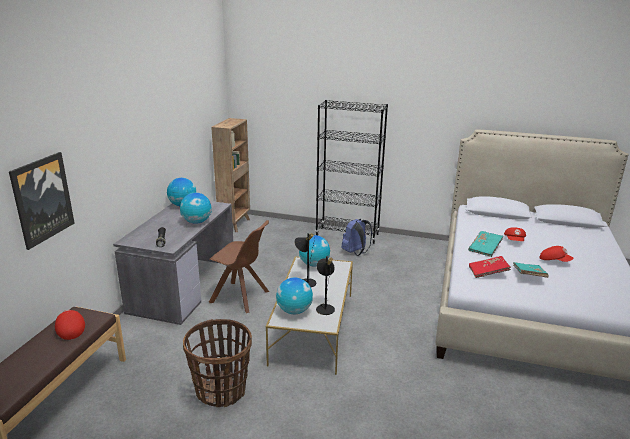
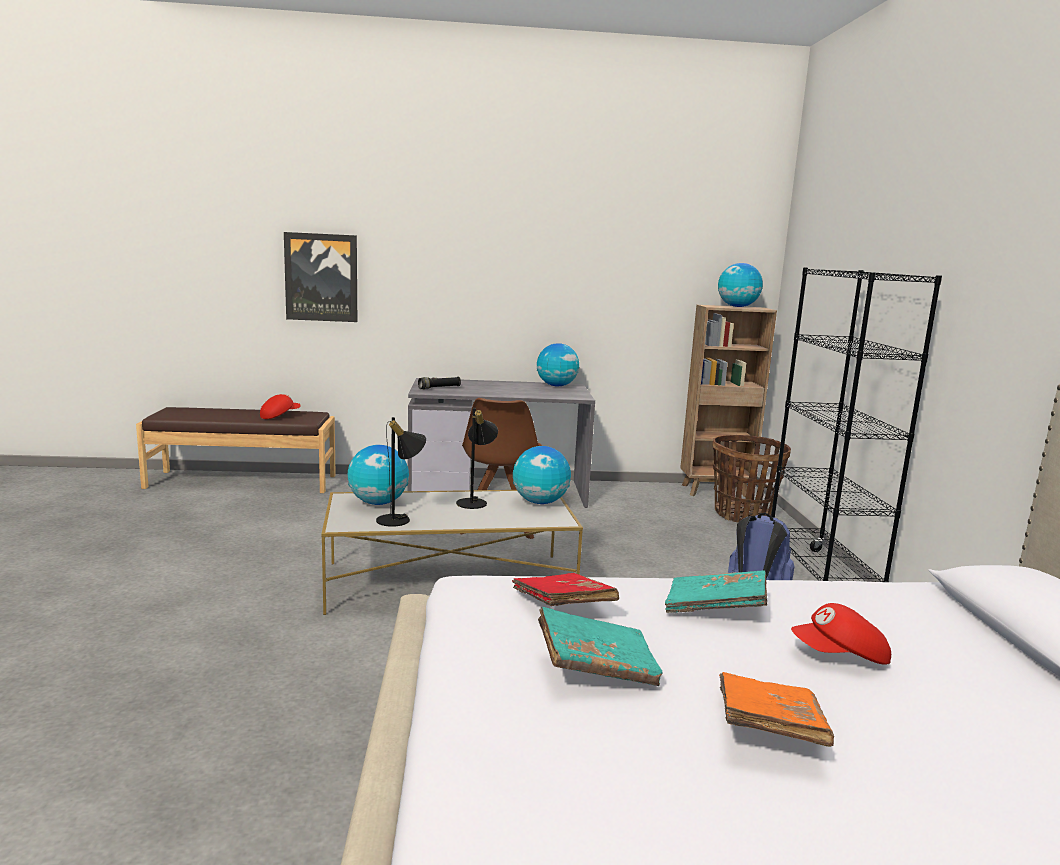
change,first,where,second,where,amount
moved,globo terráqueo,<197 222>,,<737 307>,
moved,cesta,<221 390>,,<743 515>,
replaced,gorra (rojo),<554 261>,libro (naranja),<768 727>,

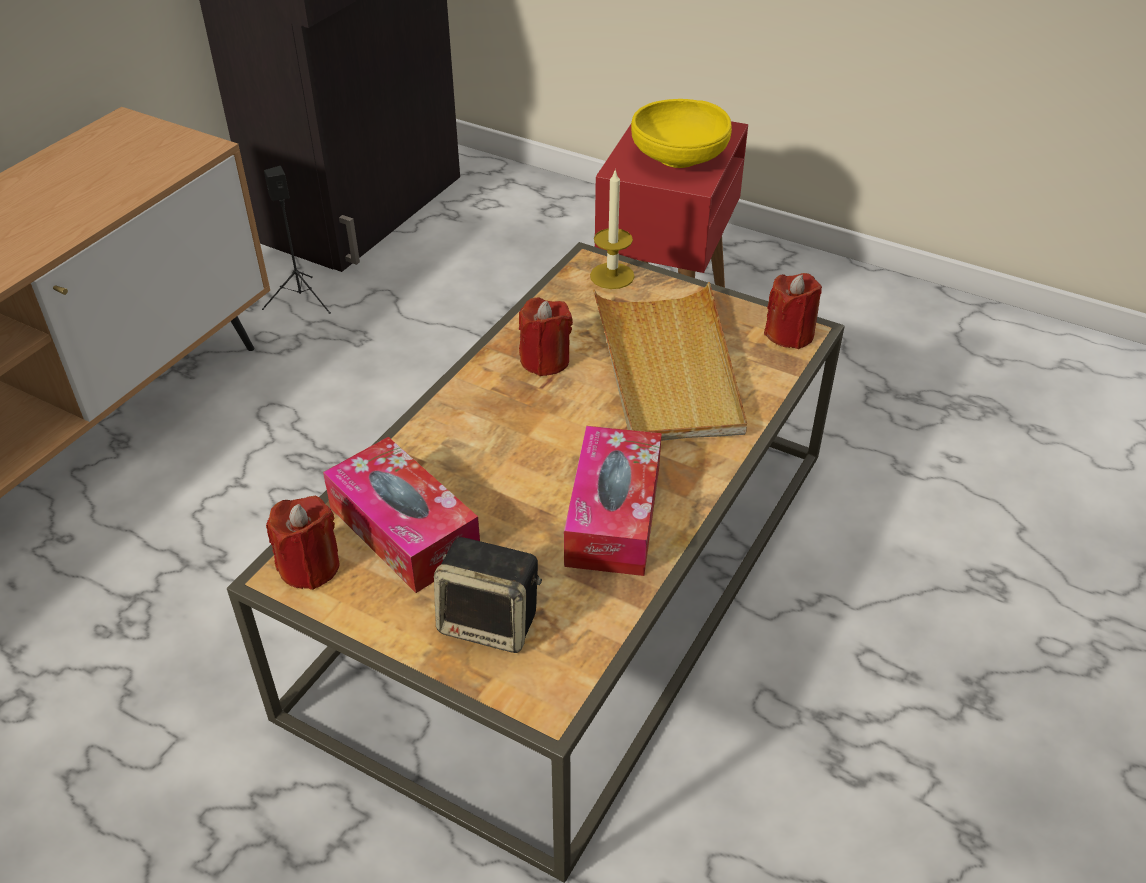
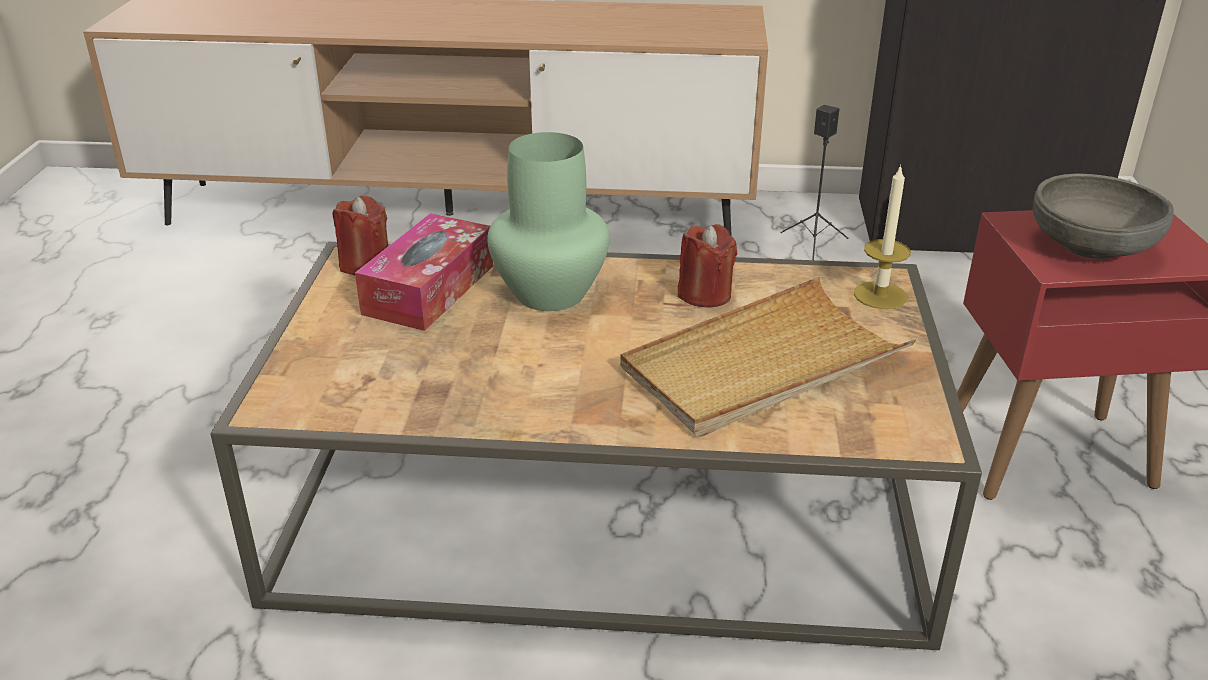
change,first,where,second,where,amount
removed,altavoz,<491 622>,,,
removed,caja de pañuelos,<613 515>,,,
removed,vela (rojo),<789 334>,,,
added,,,florero (verde),<548 293>,
recoloured,cuenco (amarillo),<679 158>,cuenco (gris),<1090 247>,

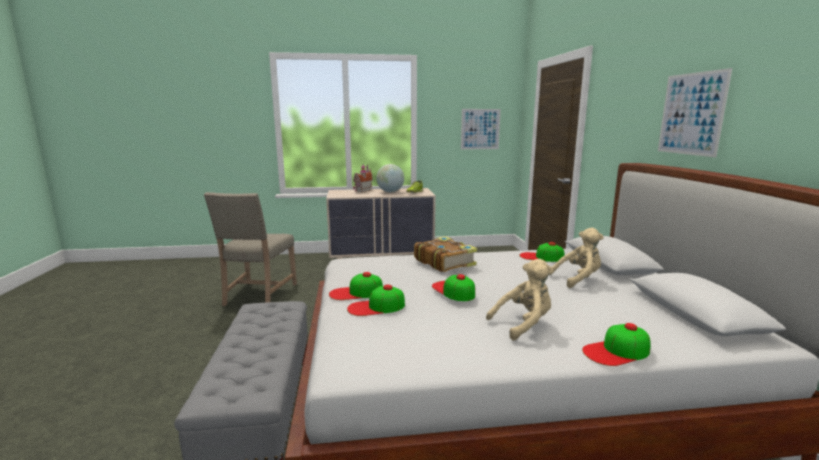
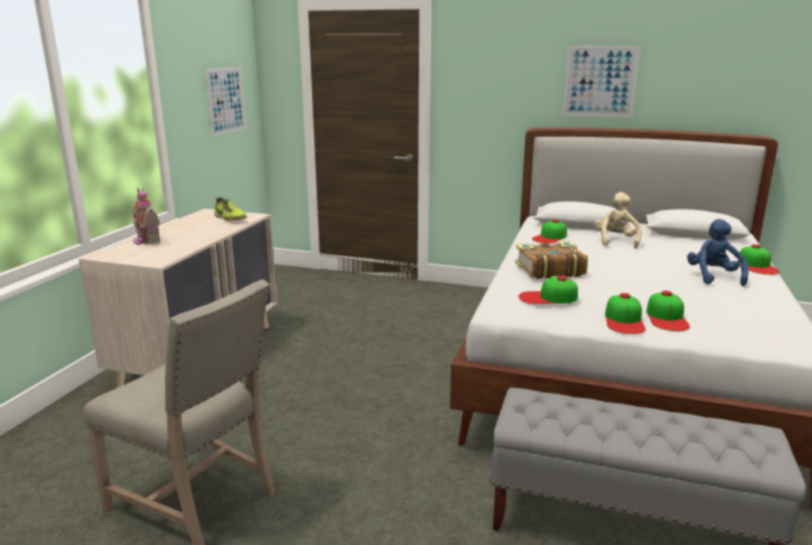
change,first,where,second,where,amount
removed,globo terráqueo,<390 192>,,,
moved,gorra,<453 290>,,<548 297>,
recoloured,peluche (beis),<523 324>,peluche (azul),<713 277>,

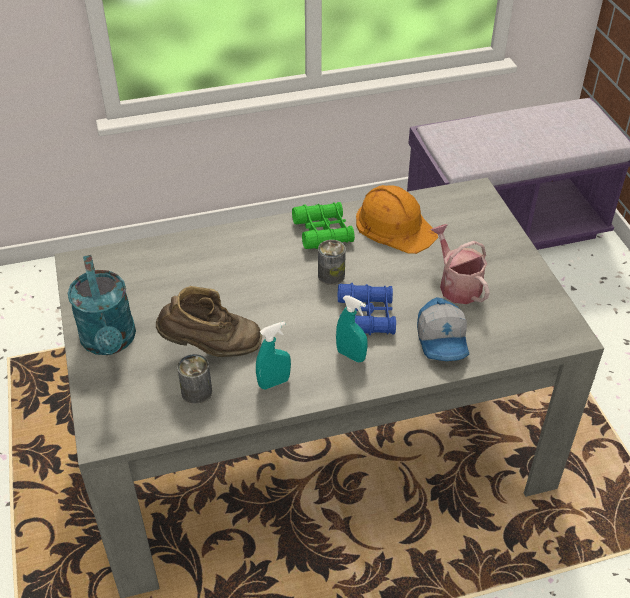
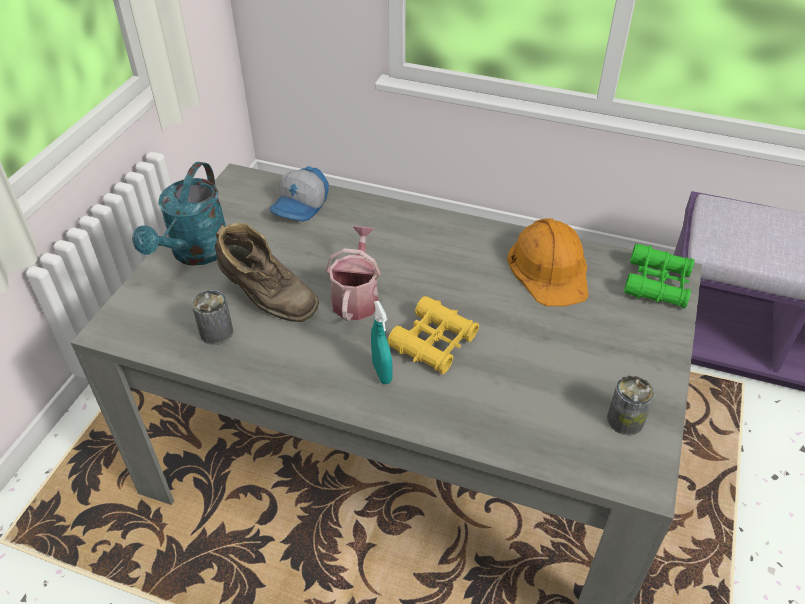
change,first,where,second,where,amount
removed,pulverizador (turquesa),<274 383>,,,
moved,prismáticos (verde),<323 232>,,<657 284>,
moved,lata,<331 275>,,<625 420>,
moved,gorra,<443 340>,,<301 206>,
moved,regadera,<457 285>,,<356 297>,
recoloured,prismáticos (azul),<366 316>,prismáticos (amarillo),<434 342>,

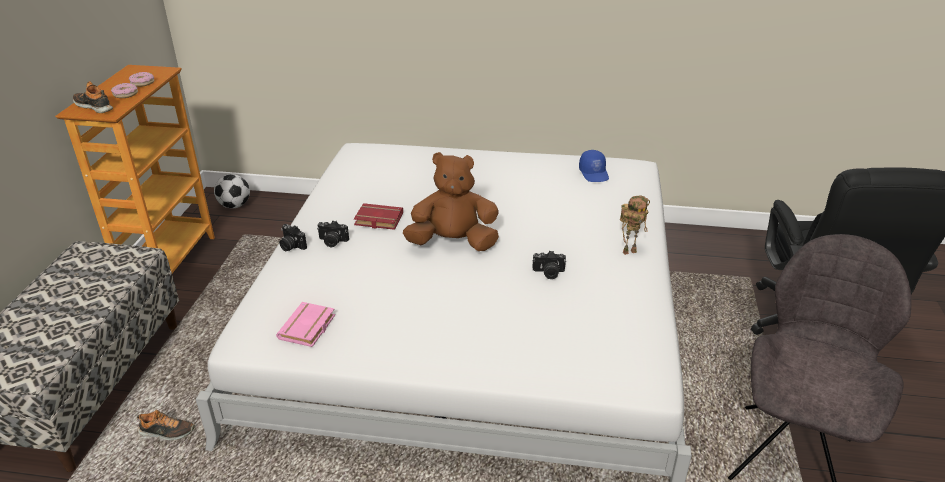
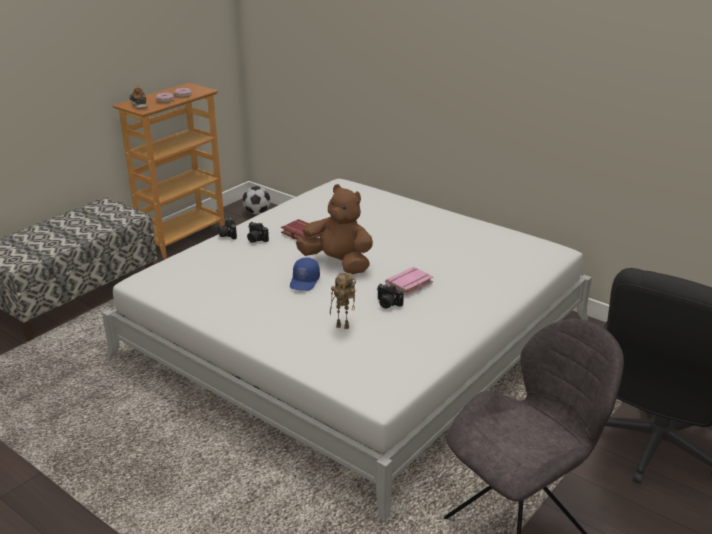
change,first,where,second,where,amount
removed,zapato,<166 432>,,,
moved,libro (rosa),<308 328>,,<409 285>,
moved,gorra (azul),<594 173>,,<305 281>,
moved,robot de juguete,<629 251>,,<344 326>,

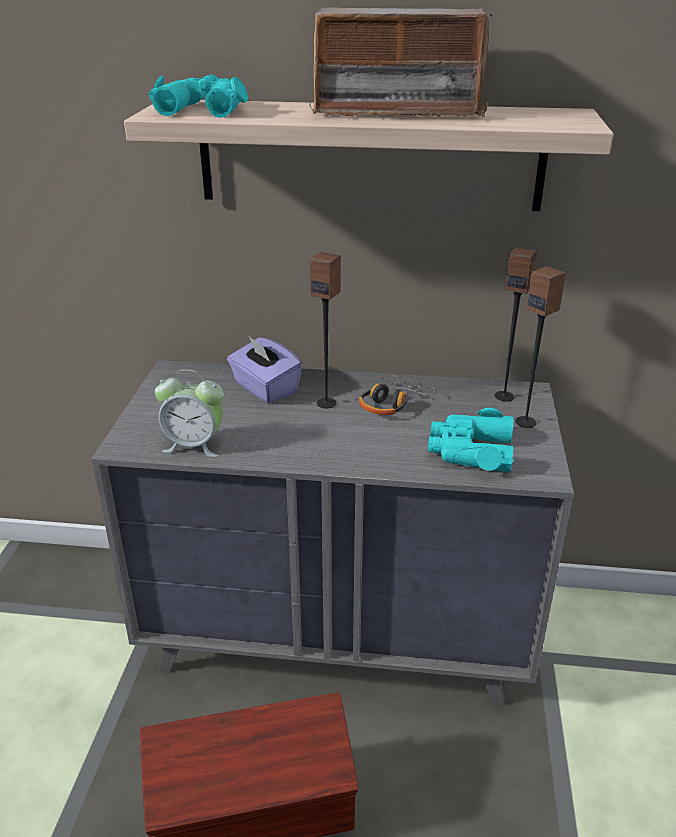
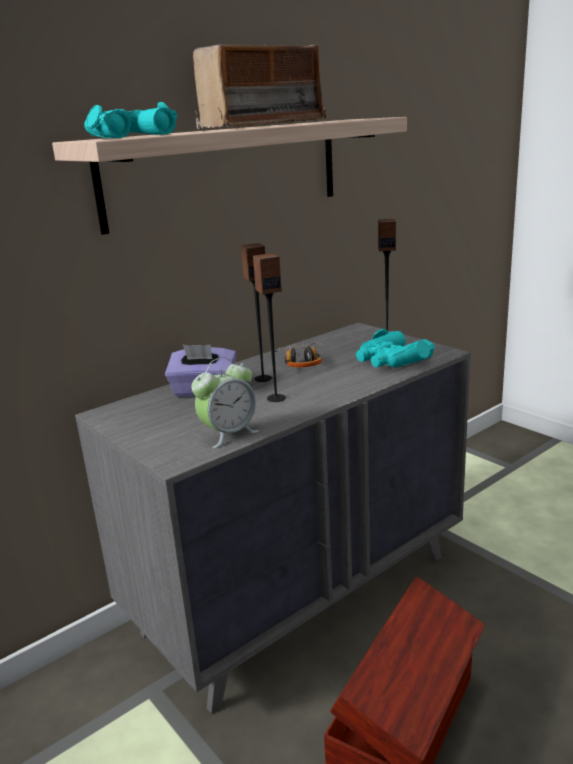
change,first,where,second,where,amount
moved,altavoz,<504 396>,,<276 398>,

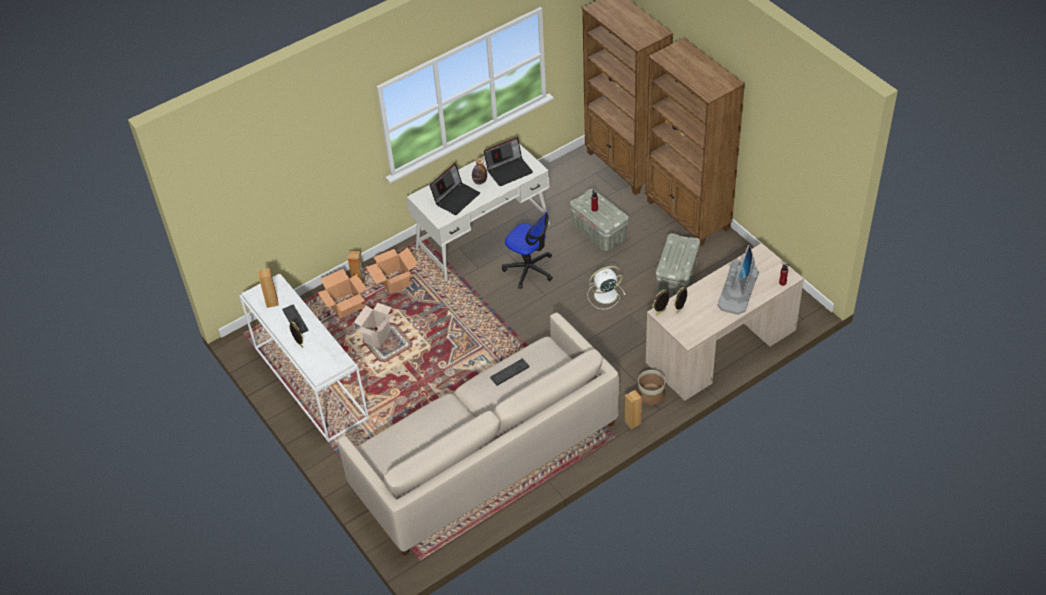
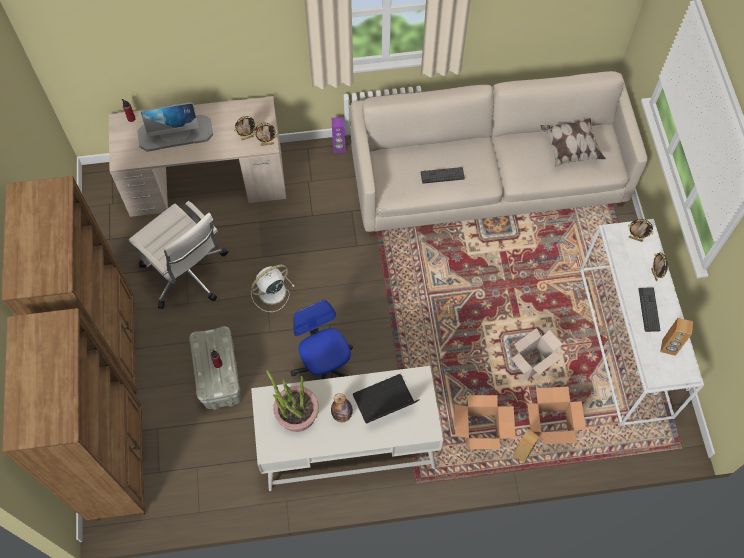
change,first,where,second,where,amount
removed,maceta,<651 394>,,,
added,,,cojín,<570 148>,
added,,,portarretratos,<635 238>,
replaced,portátil,<509 170>,planta en maceta,<296 413>,
replaced,caja de almacenaje (gris),<676 279>,silla de oficina (blanco),<187 274>,
recoloured,altavoz (marrón),<632 422>,altavoz (morado),<339 148>,
turned,ventilador (blanco),<604 295>,,<271 292>,135 degrees clockwise
turned,monitor,<738 288>,,<176 133>,150 degrees counterclockwise

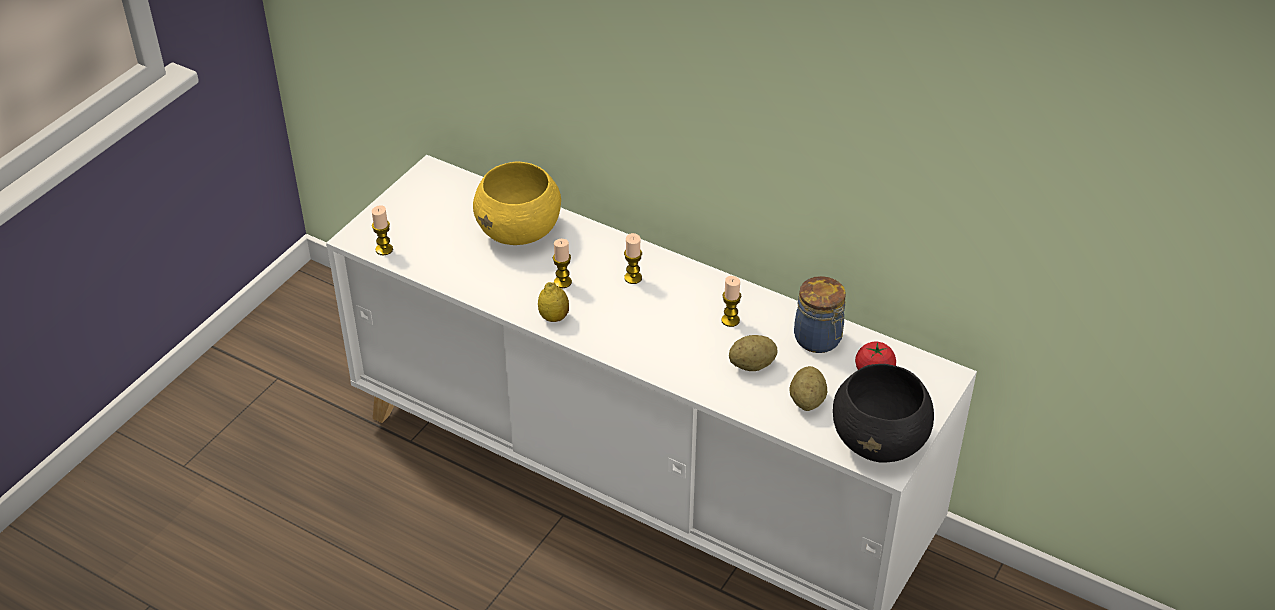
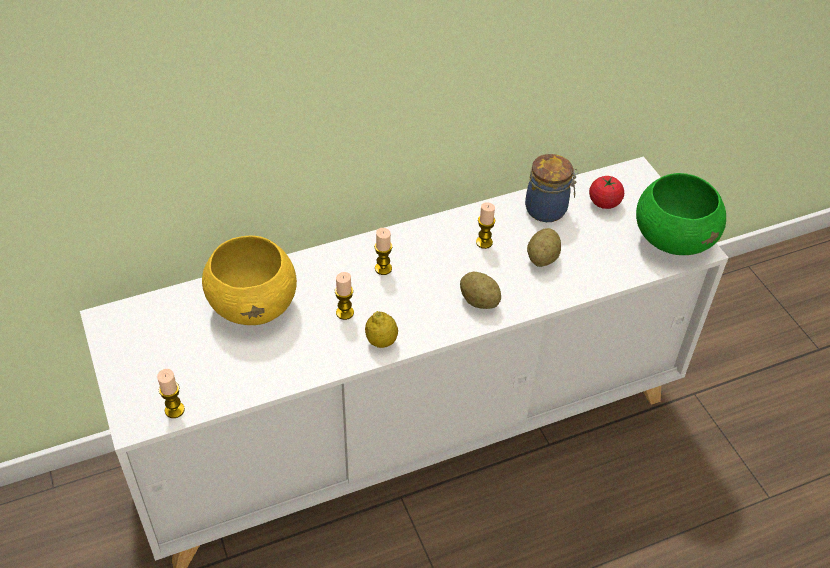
change,first,where,second,where,amount
moved,patata,<807 401>,,<479 301>,
recoloured,cuenco (negro),<880 441>,cuenco (verde),<673 239>,

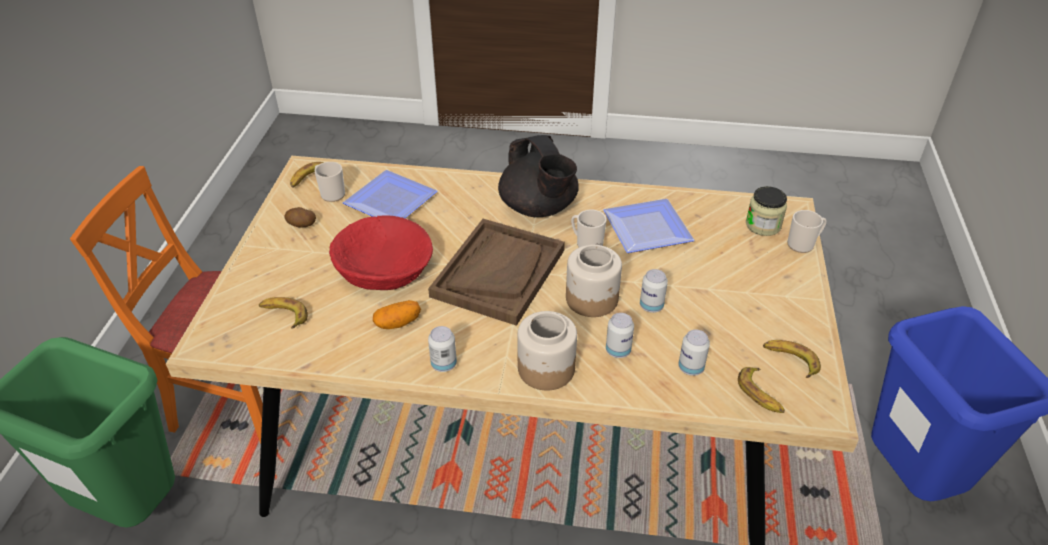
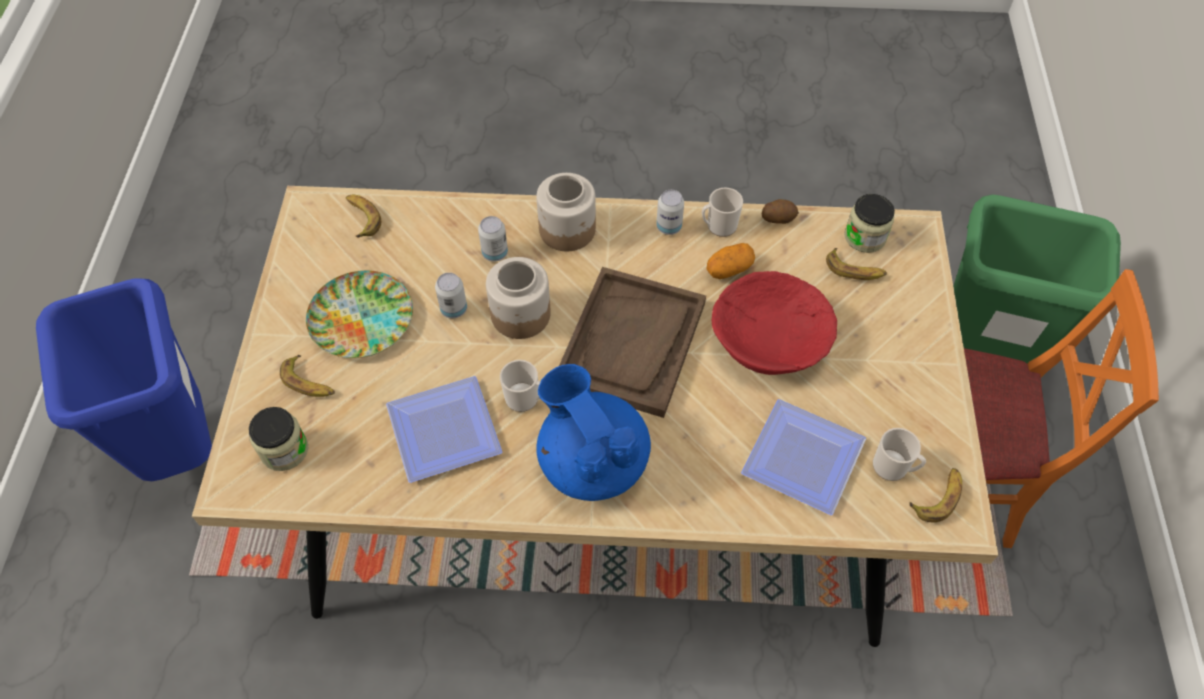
change,first,where,second,where,amount
removed,lata,<691 368>,,,
added,,,plato,<362 318>,
added,,,tarro,<865 237>,
moved,patata,<301 225>,,<778 218>,
moved,plátano,<790 360>,,<309 382>,
moved,taza grande,<803 244>,,<718 226>,
recoloured,tetera (negro),<539 208>,tetera (azul),<592 460>,

